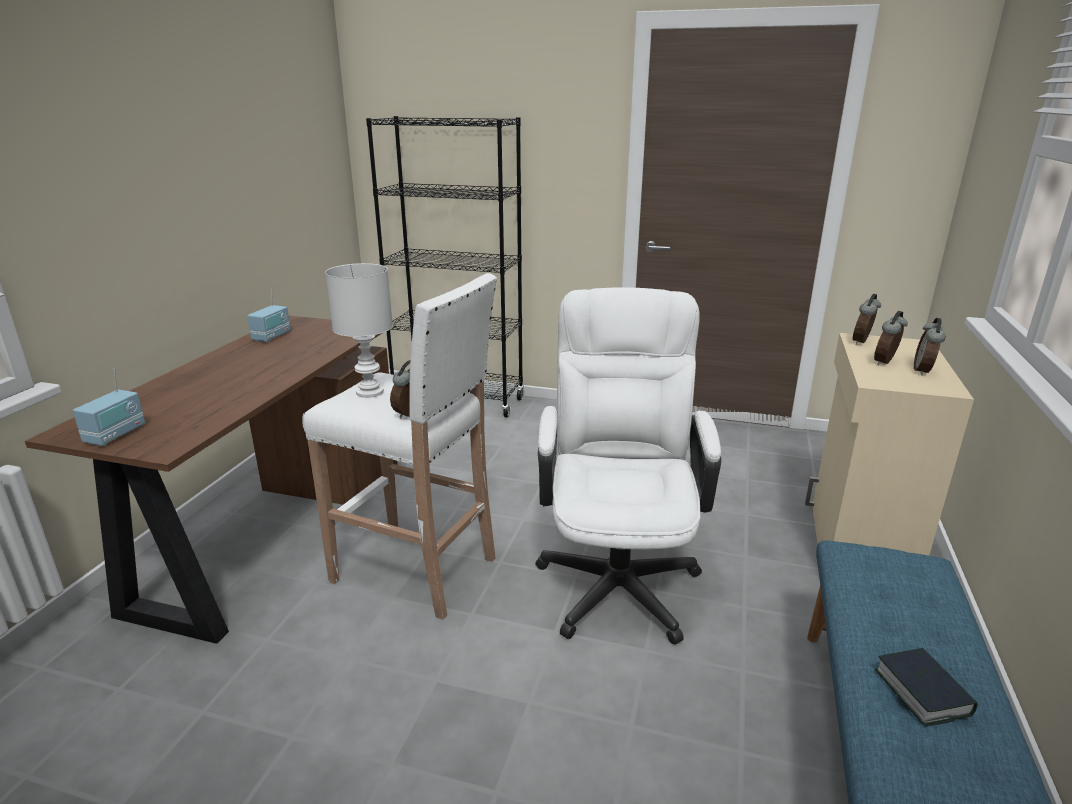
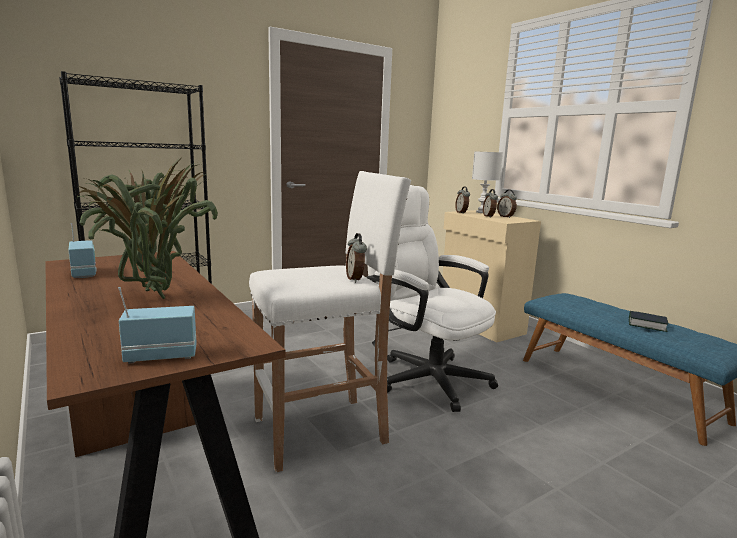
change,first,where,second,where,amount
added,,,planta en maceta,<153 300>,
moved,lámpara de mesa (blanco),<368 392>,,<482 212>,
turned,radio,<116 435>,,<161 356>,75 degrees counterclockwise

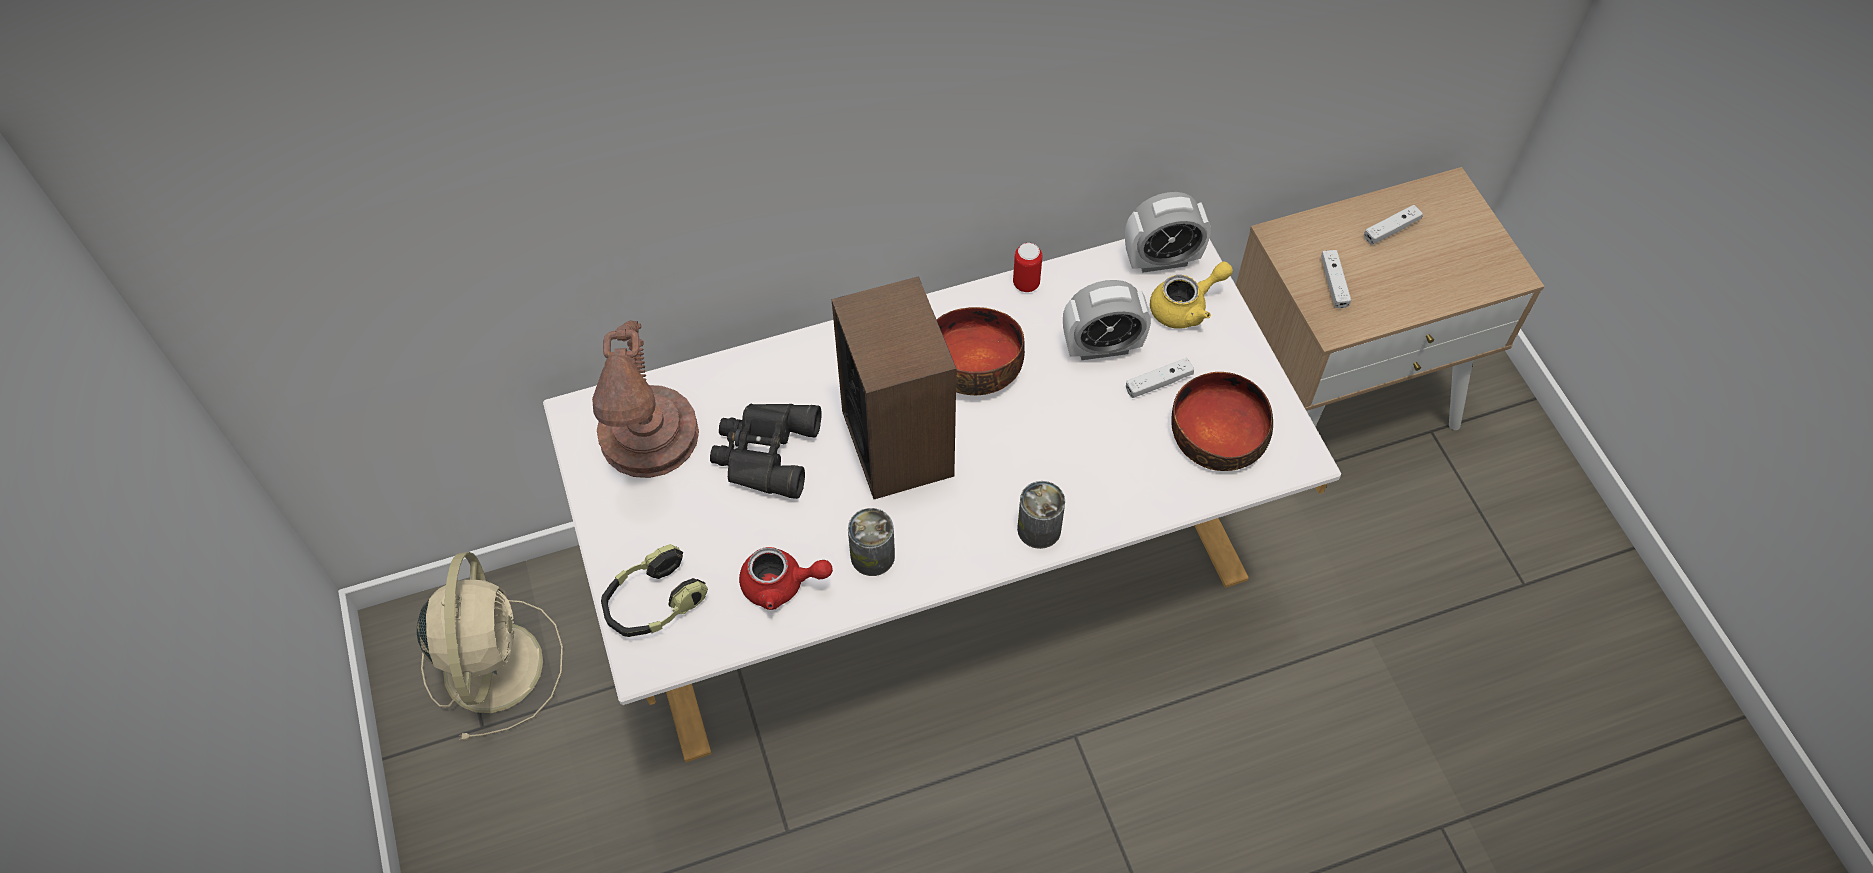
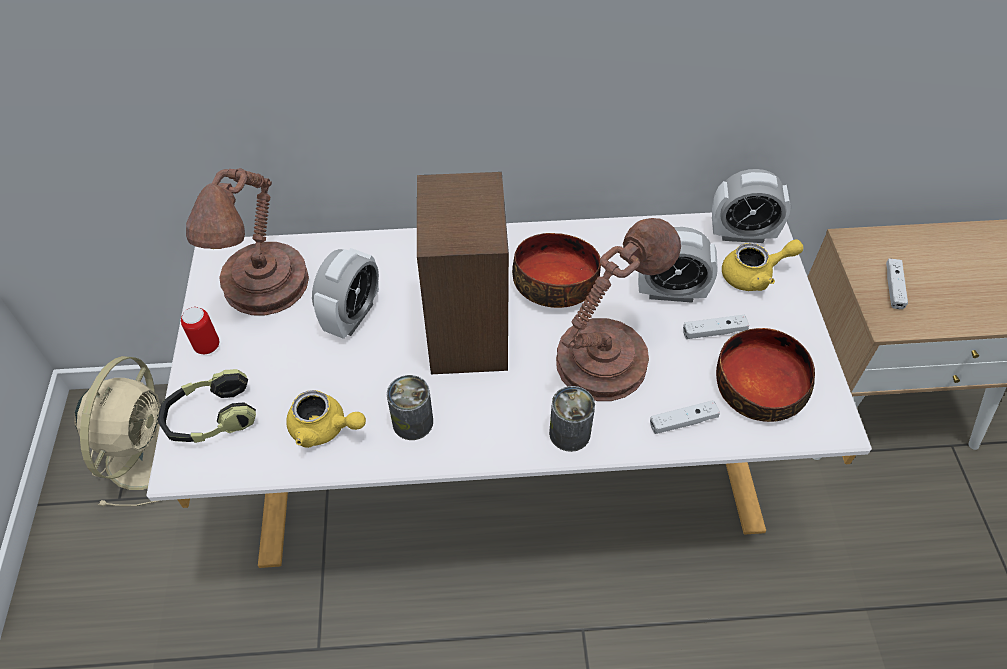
change,first,where,second,where,amount
added,,,lámpara de mesa (marrón),<606 358>,
moved,lata,<1026 284>,,<207 346>,
moved,mando de consola (blanco),<1391 229>,,<683 421>,
replaced,prismáticos (negro),<763 453>,despertador,<352 316>,
recoloured,tetera (rojo),<781 585>,tetera (amarillo),<324 429>,

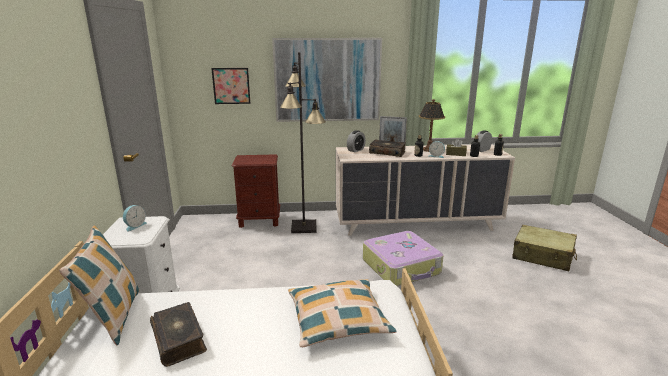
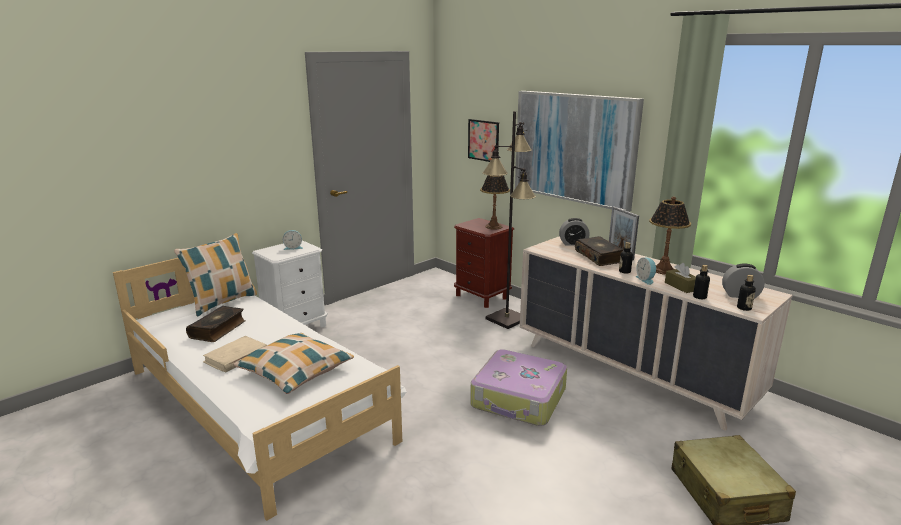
change,first,where,second,where,amount
added,,,libro (beis),<236 357>,
added,,,lámpara de mesa,<494 227>,

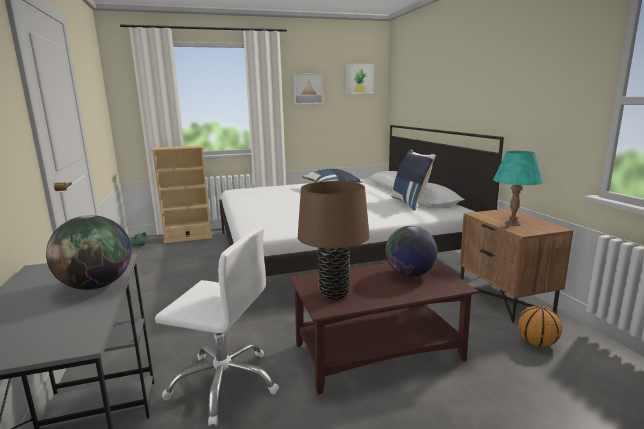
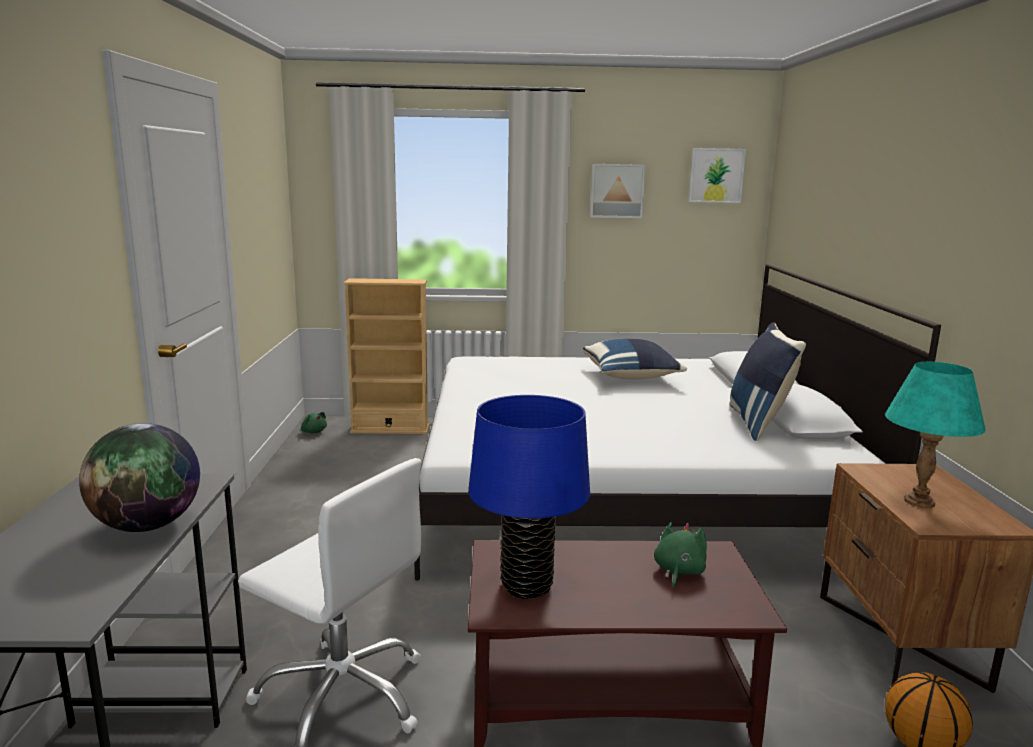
change,first,where,second,where,amount
replaced,globo terráqueo,<410 274>,peluche (verde),<678 571>,
recoloured,lámpara de mesa (marrón),<334 294>,lámpara de mesa (azul),<526 586>,

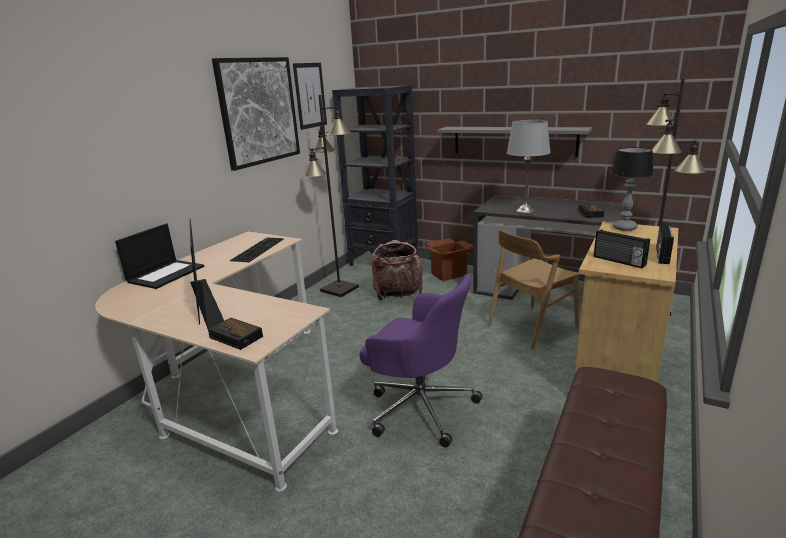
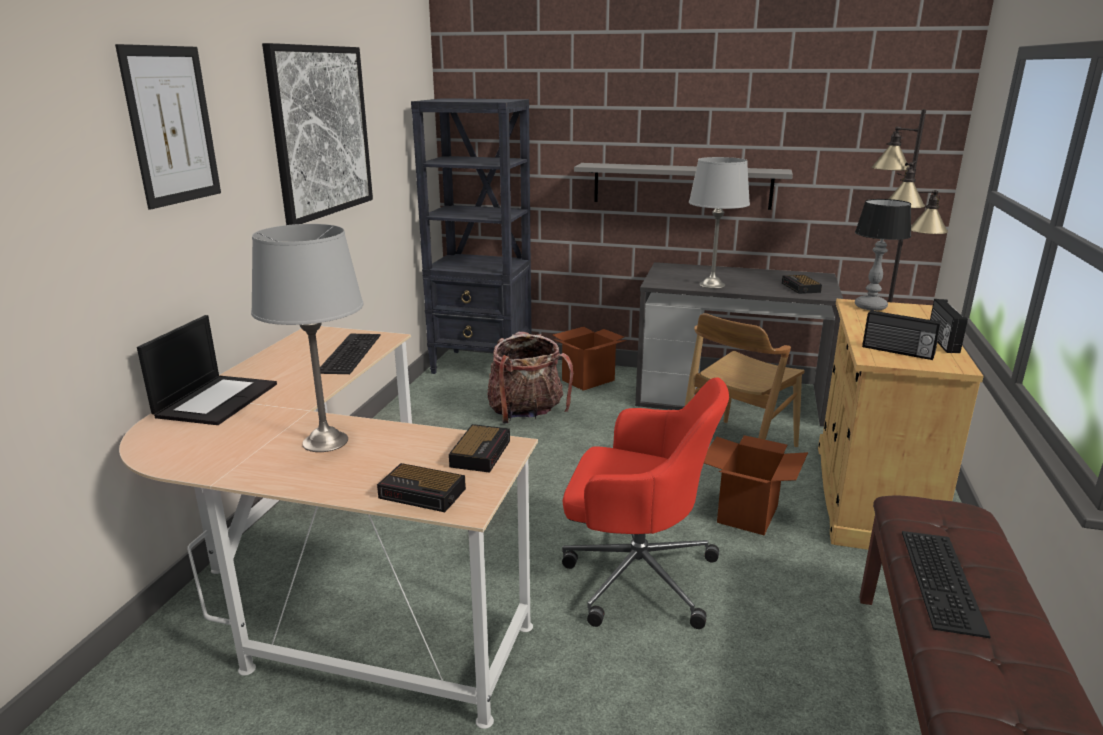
change,first,where,second,where,amount
removed,lámpara de pie (negro),<339 289>,,,
added,,,despertador,<481 452>,
added,,,caja de cartón,<747 513>,
added,,,teclado,<945 581>,
moved,cuadro,<310 95>,,<171 126>,
replaced,monitor,<206 302>,lámpara de mesa (gris),<326 441>,
recoloured,silla de oficina (morado),<419 406>,silla de oficina (rojo),<635 575>,

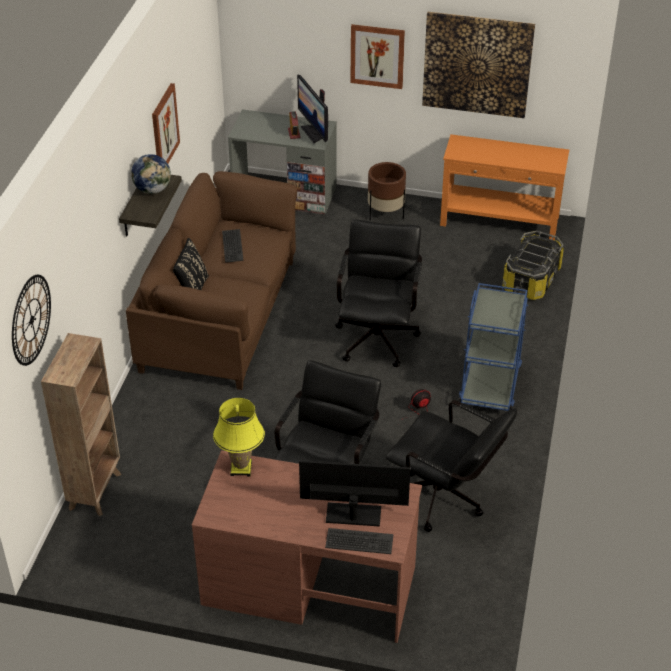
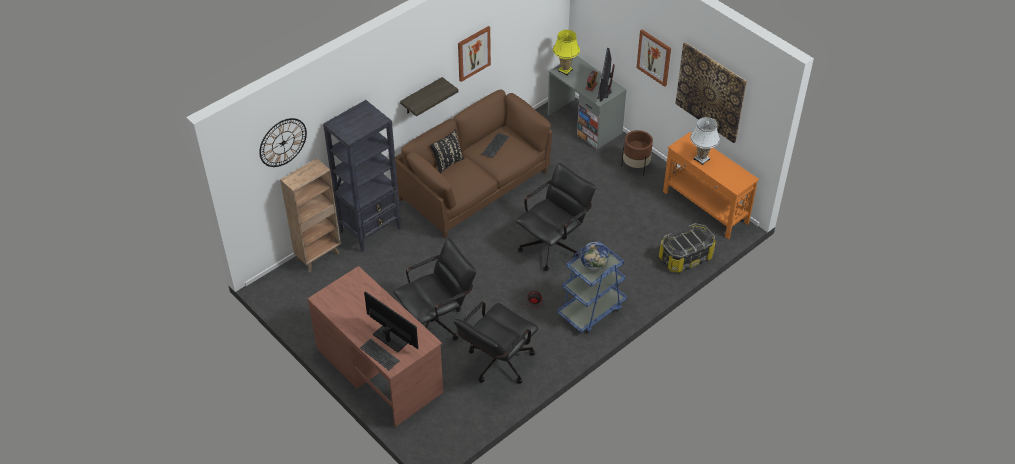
change,first,where,second,where,amount
added,,,estantería (negro),<370 230>,
added,,,lámpara de mesa (blanco),<701 159>,
moved,globo terráqueo,<153 189>,,<594 265>,
moved,lámpara de mesa (amarillo),<241 468>,,<565 70>,
turned,silla de oficina (negro),<445 499>,,<496 365>,60 degrees clockwise

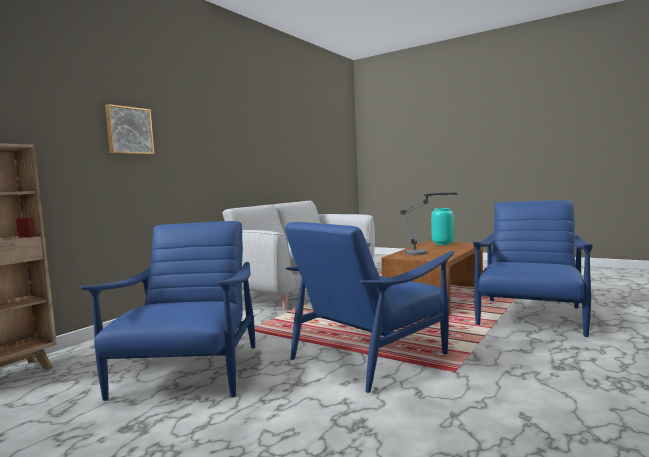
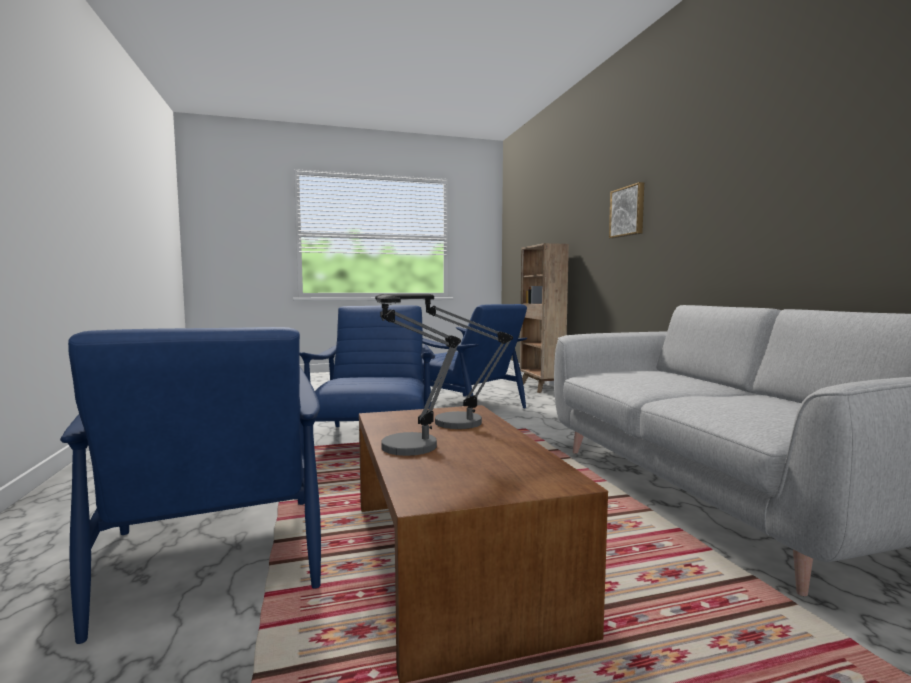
change,first,where,second,where,amount
removed,florero (turquesa),<442 243>,,,
added,,,lámpara de mesa,<407 452>,

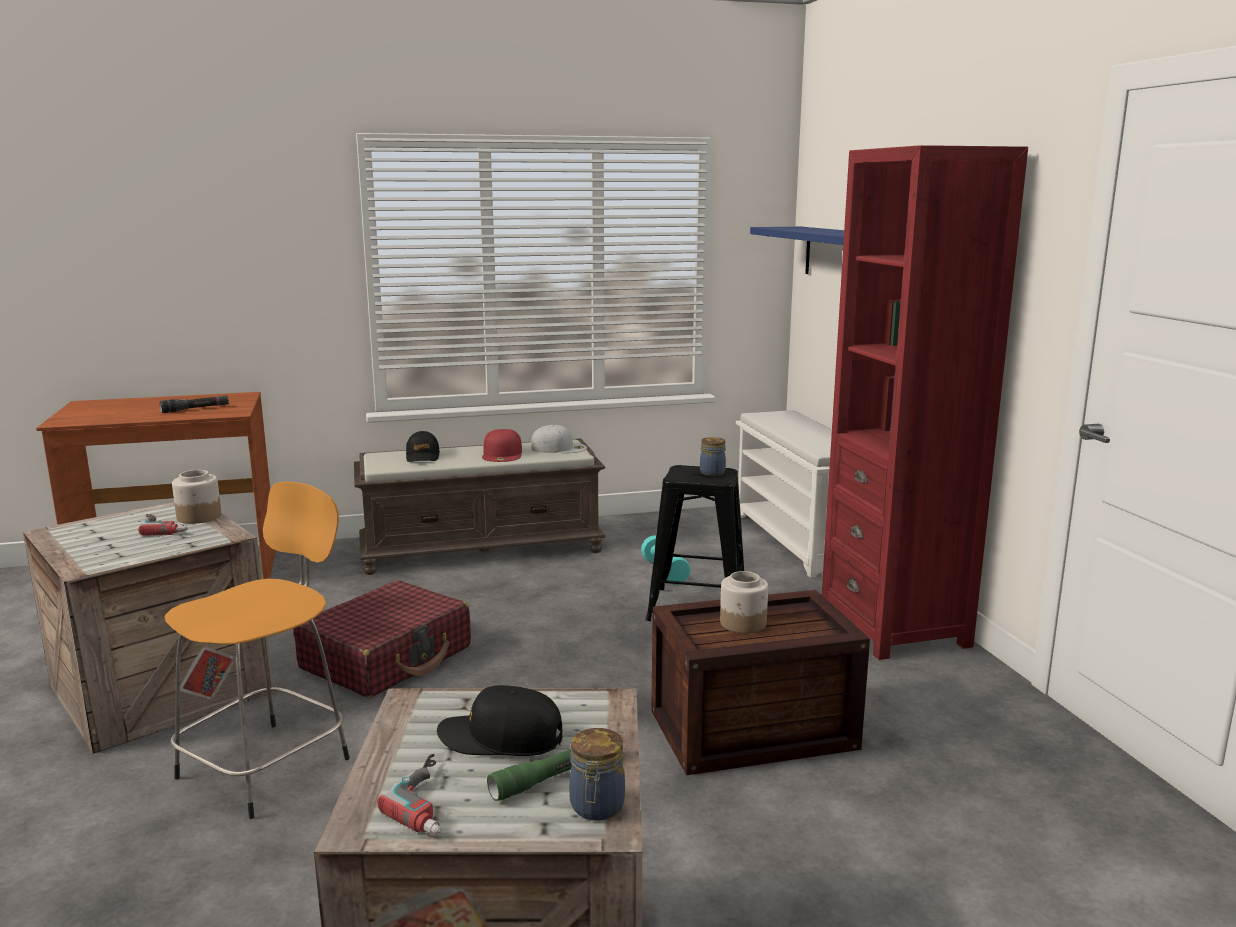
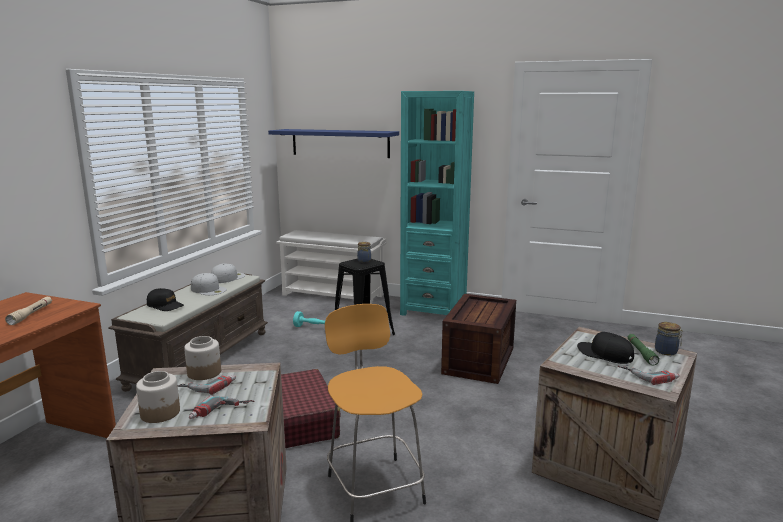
change,first,where,second,where,amount
added,,,taladro,<221 413>,
moved,tarro,<743 624>,,<160 413>,
recoloured,linterna (negro),<195 409>,linterna (beis),<31 314>,
recoloured,gorra (rojo),<503 454>,gorra (blanco),<209 289>,
recoloured,estantería (rojo),<894 627>,estantería (turquesa),<433 310>,
turned,gorra (negro),<501 738>,,<605 355>,90 degrees clockwise

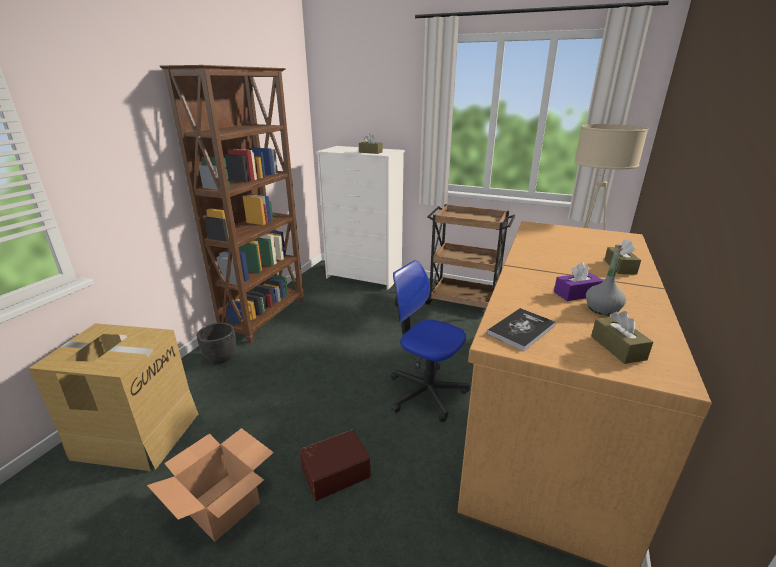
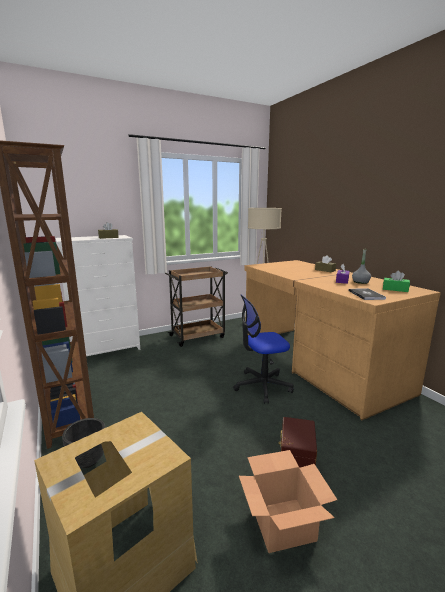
change,first,where,second,where,amount
recoloured,caja de pañuelos (marrón),<617 348>,caja de pañuelos (verde),<395 289>,

